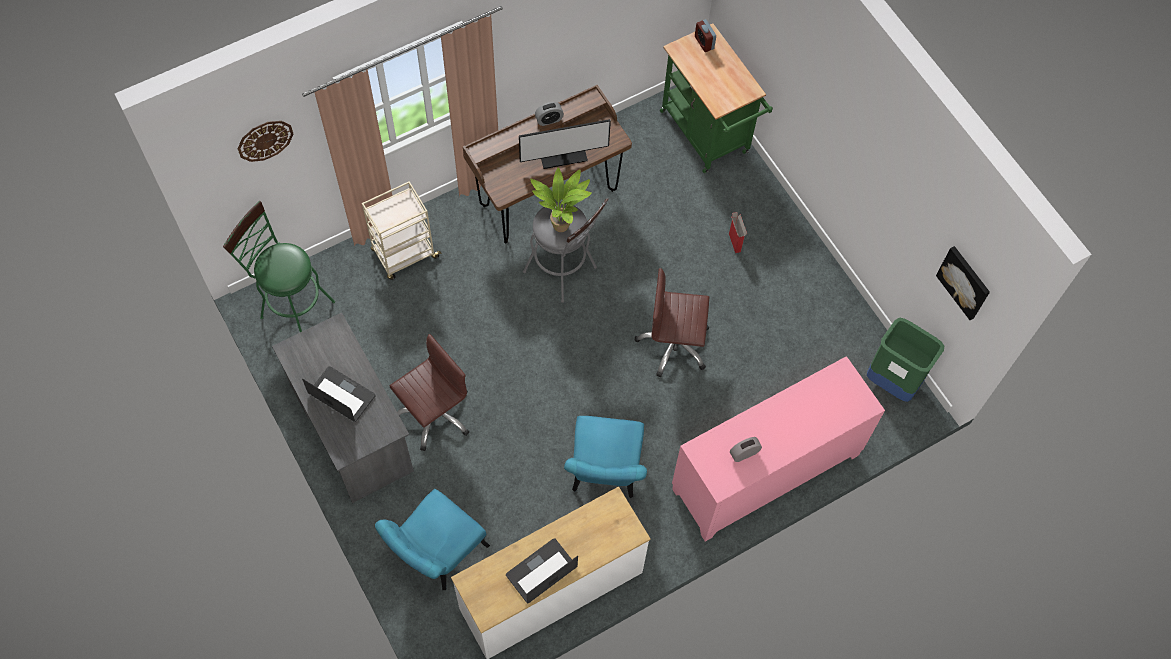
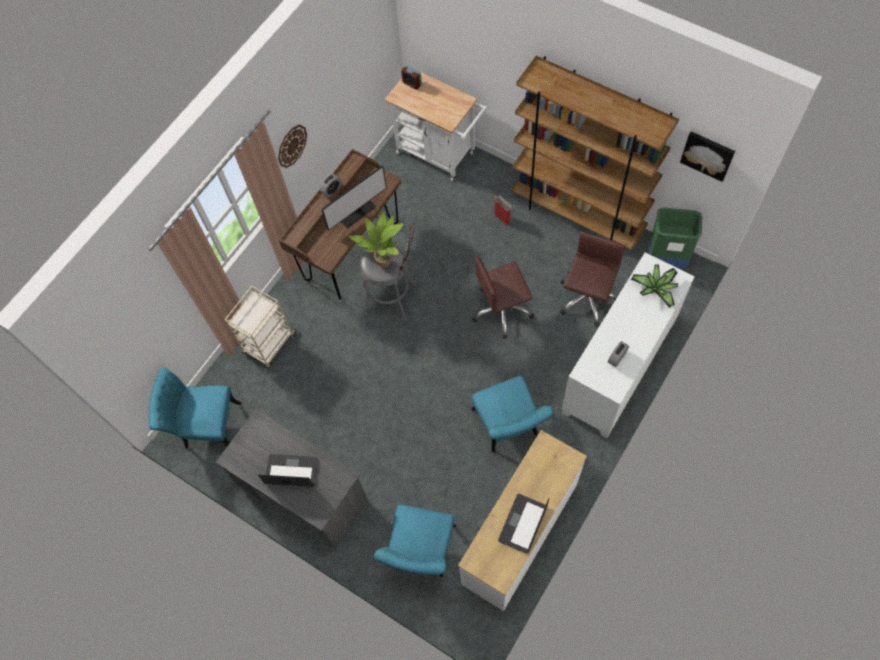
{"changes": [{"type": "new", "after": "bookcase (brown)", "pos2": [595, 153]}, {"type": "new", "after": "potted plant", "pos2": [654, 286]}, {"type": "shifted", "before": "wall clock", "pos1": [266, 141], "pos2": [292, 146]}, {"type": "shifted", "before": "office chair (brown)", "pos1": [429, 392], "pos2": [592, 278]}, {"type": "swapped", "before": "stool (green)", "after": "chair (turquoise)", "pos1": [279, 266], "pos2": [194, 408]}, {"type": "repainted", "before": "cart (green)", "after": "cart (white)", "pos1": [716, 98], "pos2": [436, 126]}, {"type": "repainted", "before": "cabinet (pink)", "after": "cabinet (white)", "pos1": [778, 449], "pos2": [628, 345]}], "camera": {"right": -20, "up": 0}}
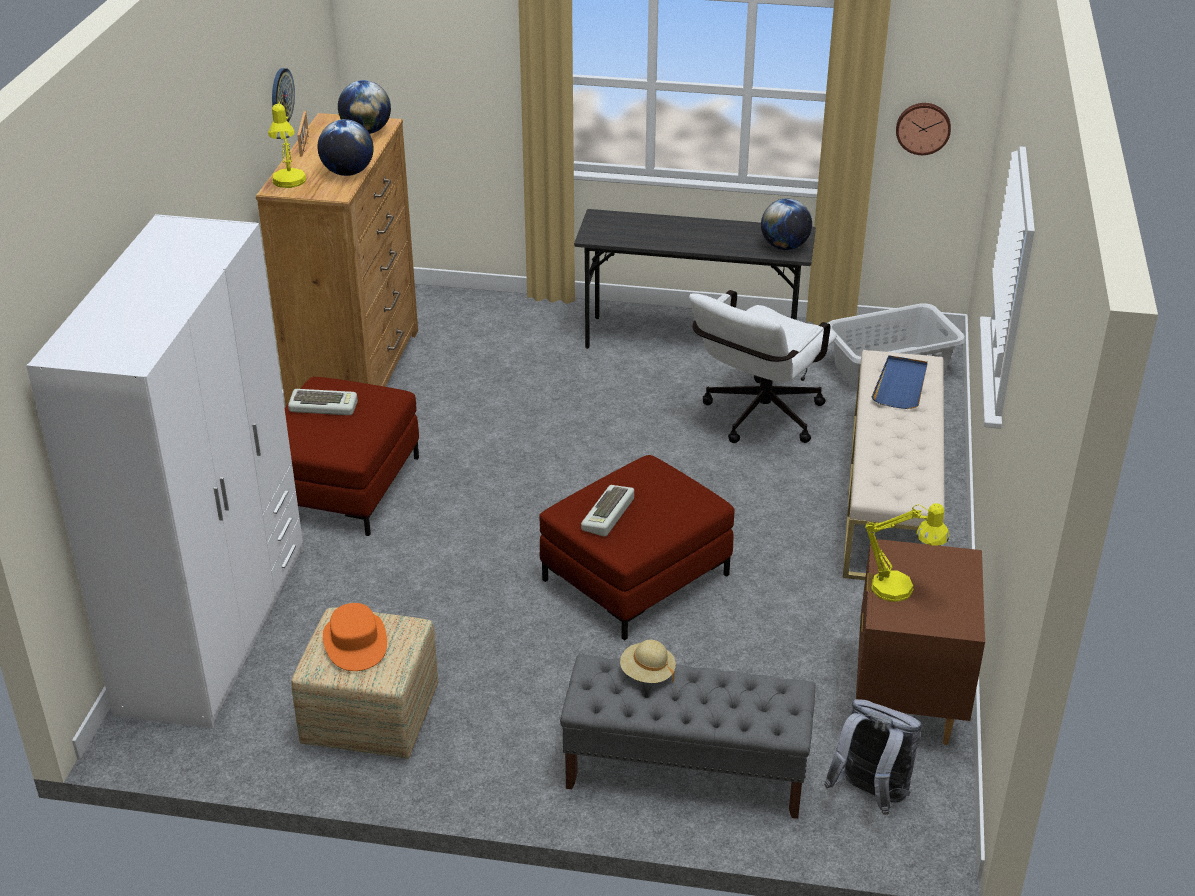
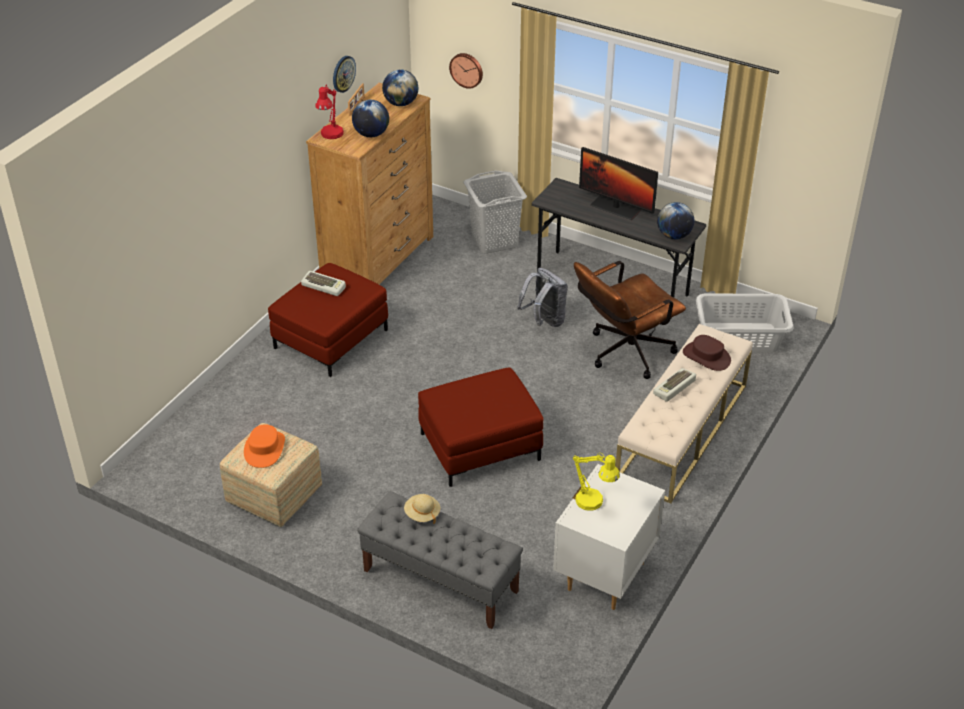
{"changes": [{"type": "gone", "before": "wardrobe (white)", "pos1": [164, 471]}, {"type": "new", "after": "laundry basket (grey)", "pos2": [495, 212]}, {"type": "new", "after": "monitor", "pos2": [618, 183]}, {"type": "shifted", "before": "keyboard", "pos1": [607, 511], "pos2": [674, 385]}, {"type": "shifted", "before": "backpack (grey)", "pos1": [873, 757], "pos2": [542, 297]}, {"type": "shifted", "before": "wall clock", "pos1": [923, 129], "pos2": [466, 71]}, {"type": "swapped", "before": "tray (blue)", "after": "hat (brown)", "pos1": [899, 382], "pos2": [707, 353]}, {"type": "repainted", "before": "table lamp (yellow)", "after": "table lamp (red)", "pos1": [287, 145], "pos2": [329, 112]}, {"type": "repainted", "before": "office chair (white)", "after": "office chair (brown)", "pos1": [763, 366], "pos2": [630, 320]}, {"type": "repainted", "before": "nightstand (brown)", "after": "nightstand (white)", "pos1": [920, 642], "pos2": [609, 537]}], "camera": {"right": 20, "up": 5}}
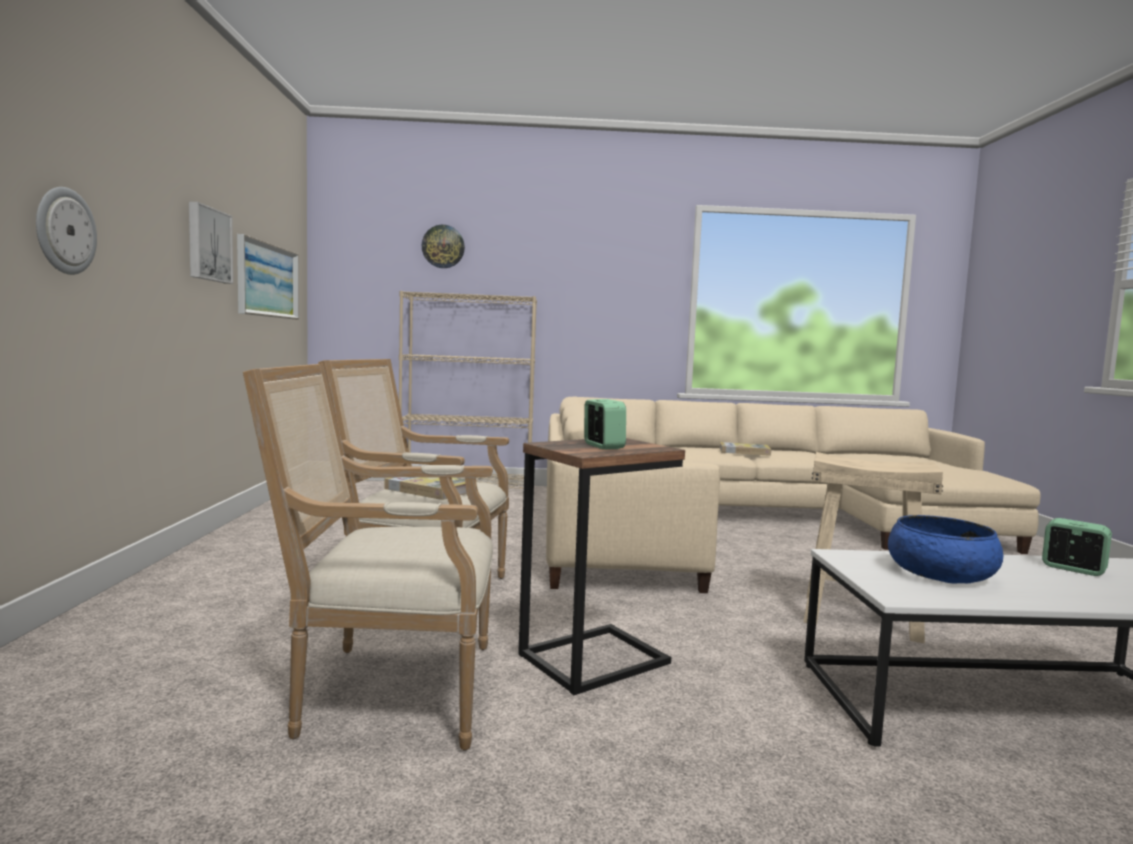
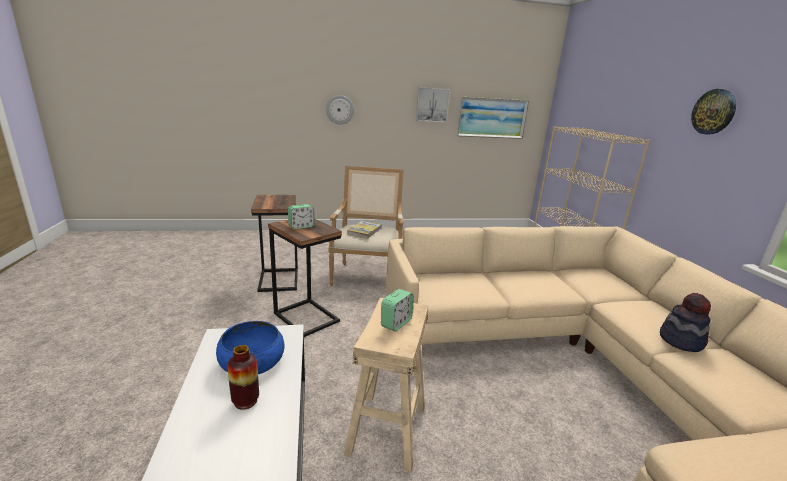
{"changes": [{"type": "new", "after": "vase", "pos2": [243, 377]}, {"type": "shifted", "before": "wall clock", "pos1": [443, 246], "pos2": [713, 112]}, {"type": "shifted", "before": "alarm clock", "pos1": [1077, 547], "pos2": [397, 310]}, {"type": "swapped", "before": "armchair", "after": "side table", "pos1": [368, 557], "pos2": [274, 243]}, {"type": "swapped", "before": "book", "after": "hat", "pos1": [745, 449], "pos2": [685, 322]}], "camera": {"right": 80, "up": 15}}
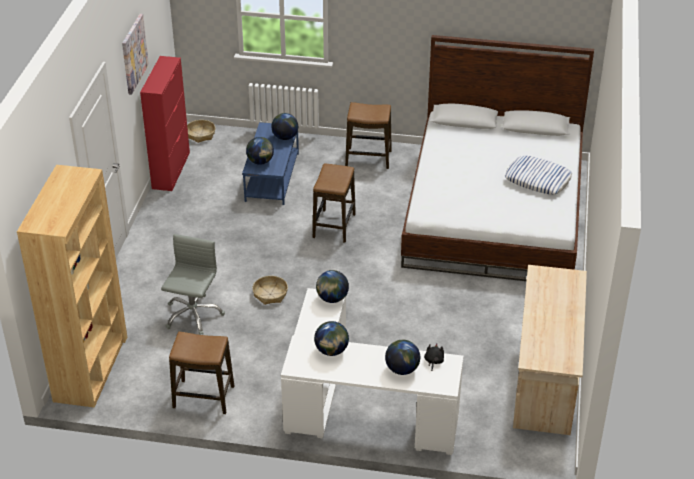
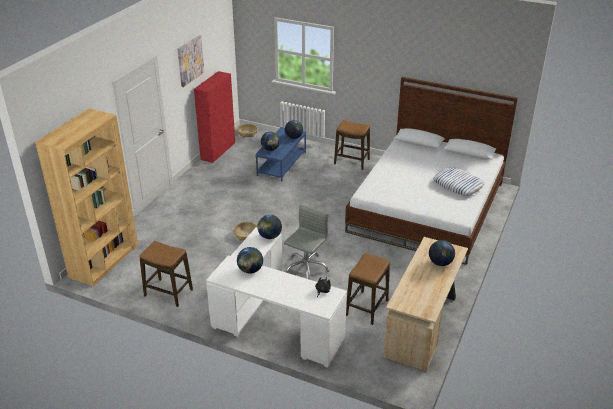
{"changes": [{"type": "shifted", "before": "office chair (grey)", "pos1": [193, 284], "pos2": [307, 242]}, {"type": "shifted", "before": "stool", "pos1": [334, 203], "pos2": [368, 289]}, {"type": "shifted", "before": "globe", "pos1": [402, 357], "pos2": [442, 253]}], "camera": {"right": 15, "up": -5}}
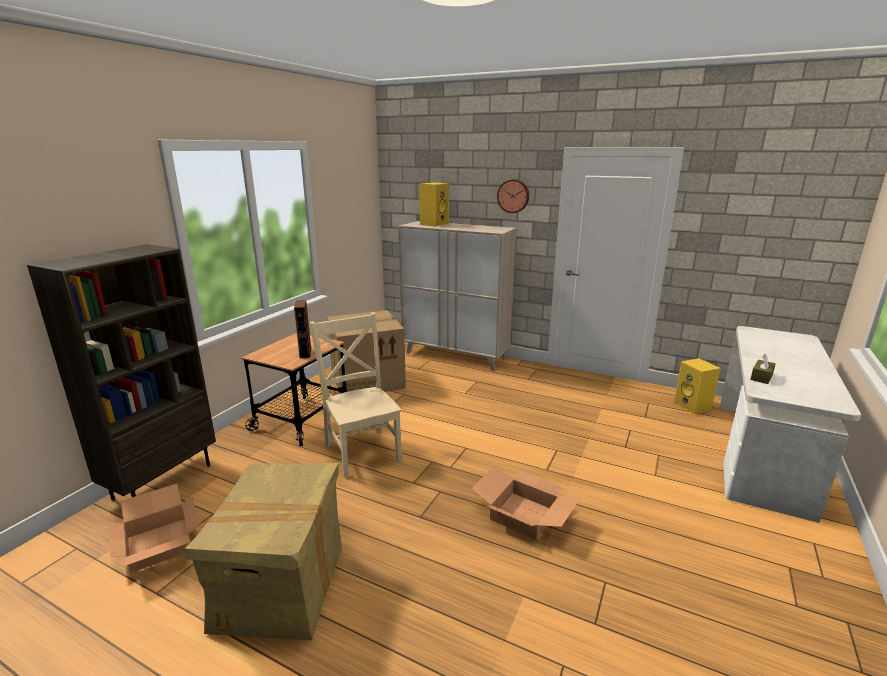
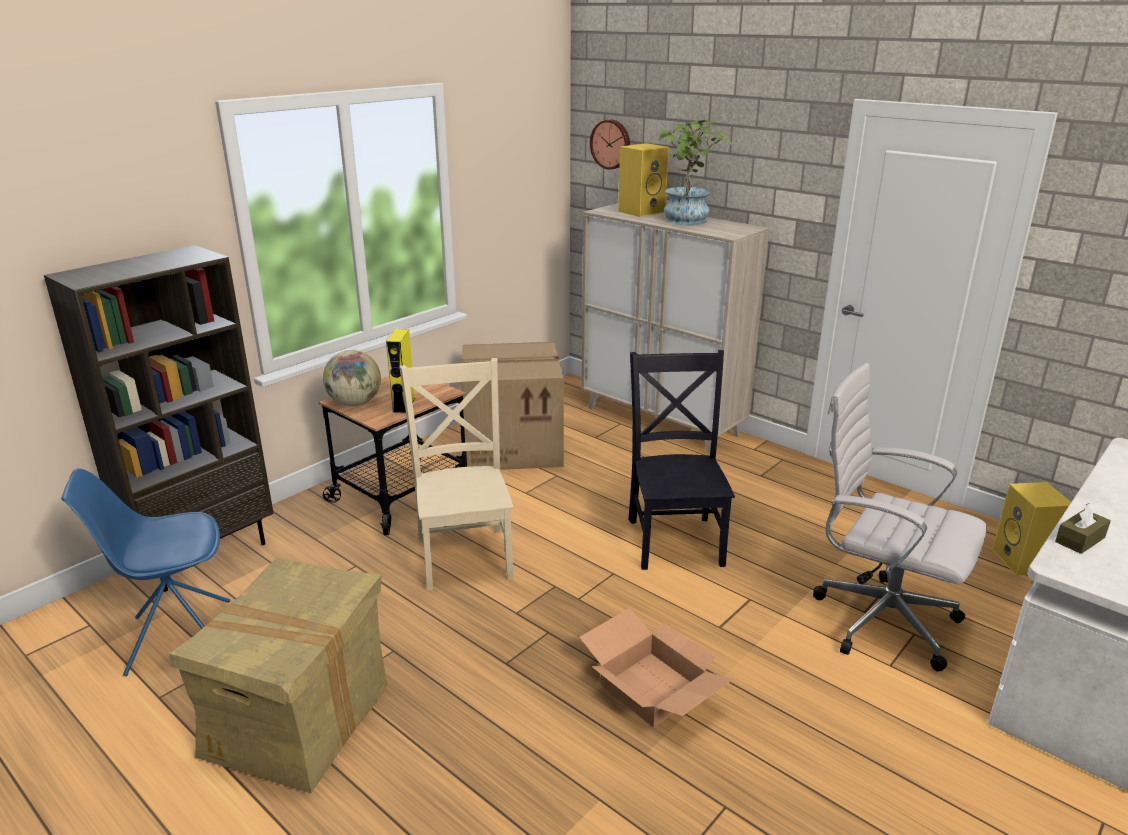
{"changes": [{"type": "new", "after": "globe", "pos2": [352, 378]}, {"type": "new", "after": "chair (black)", "pos2": [682, 460]}, {"type": "new", "after": "potted plant", "pos2": [695, 172]}, {"type": "new", "after": "office chair (white)", "pos2": [900, 517]}, {"type": "shifted", "before": "wall clock", "pos1": [513, 196], "pos2": [610, 144]}, {"type": "swapped", "before": "cardboard box", "after": "chair (blue)", "pos1": [154, 528], "pos2": [145, 572]}, {"type": "repainted", "before": "speaker (brown)", "after": "speaker (yellow)", "pos1": [302, 329], "pos2": [400, 371]}], "camera": {"right": 15, "up": 5}}
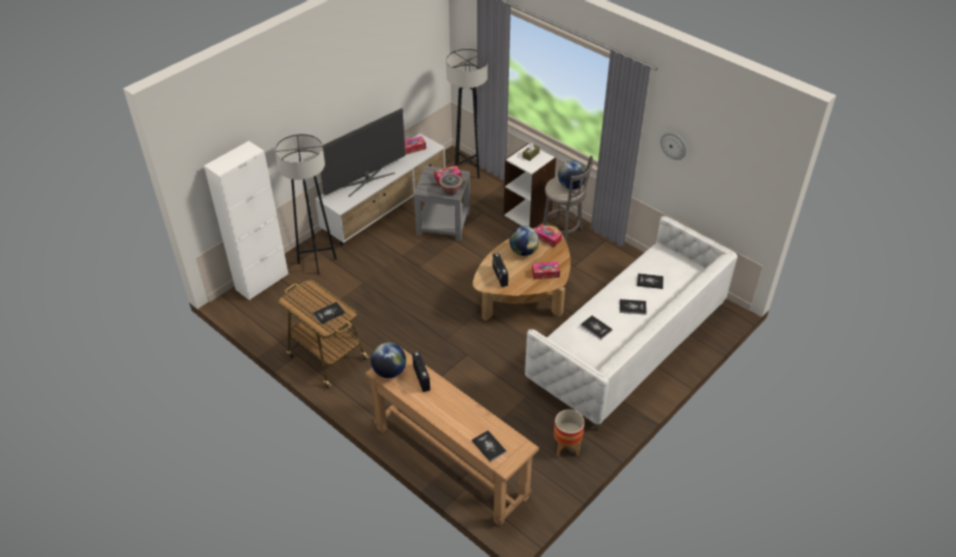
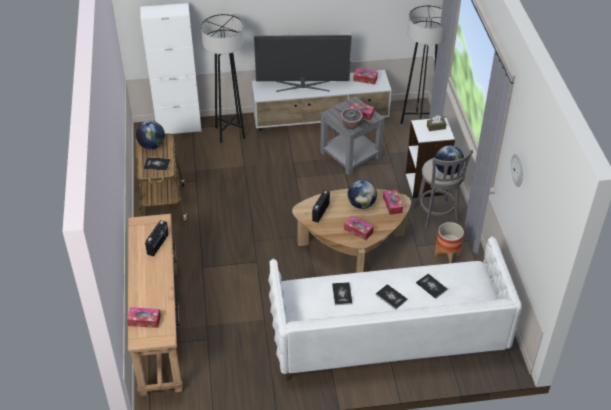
{"changes": [{"type": "shifted", "before": "globe", "pos1": [388, 360], "pos2": [150, 135]}, {"type": "shifted", "before": "planter", "pos1": [569, 432], "pos2": [449, 242]}, {"type": "swapped", "before": "book", "after": "tissue box", "pos1": [489, 446], "pos2": [144, 317]}], "camera": {"right": 40, "up": 0}}
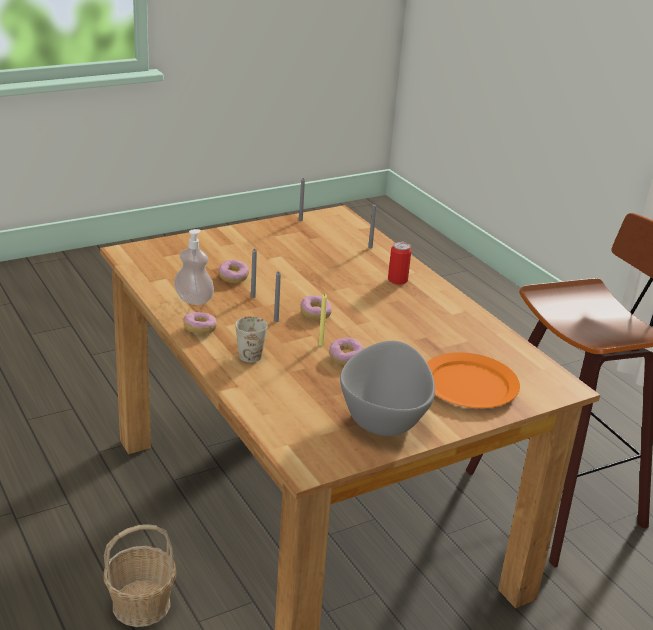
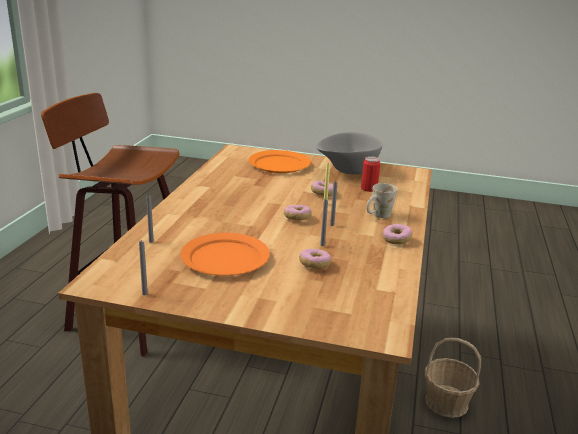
{"changes": [{"type": "gone", "before": "soap dispenser", "pos1": [194, 267]}, {"type": "new", "after": "plate (orange)", "pos2": [225, 254]}, {"type": "shifted", "before": "can", "pos1": [399, 263], "pos2": [370, 174]}], "camera": {"right": -135, "up": -5}}
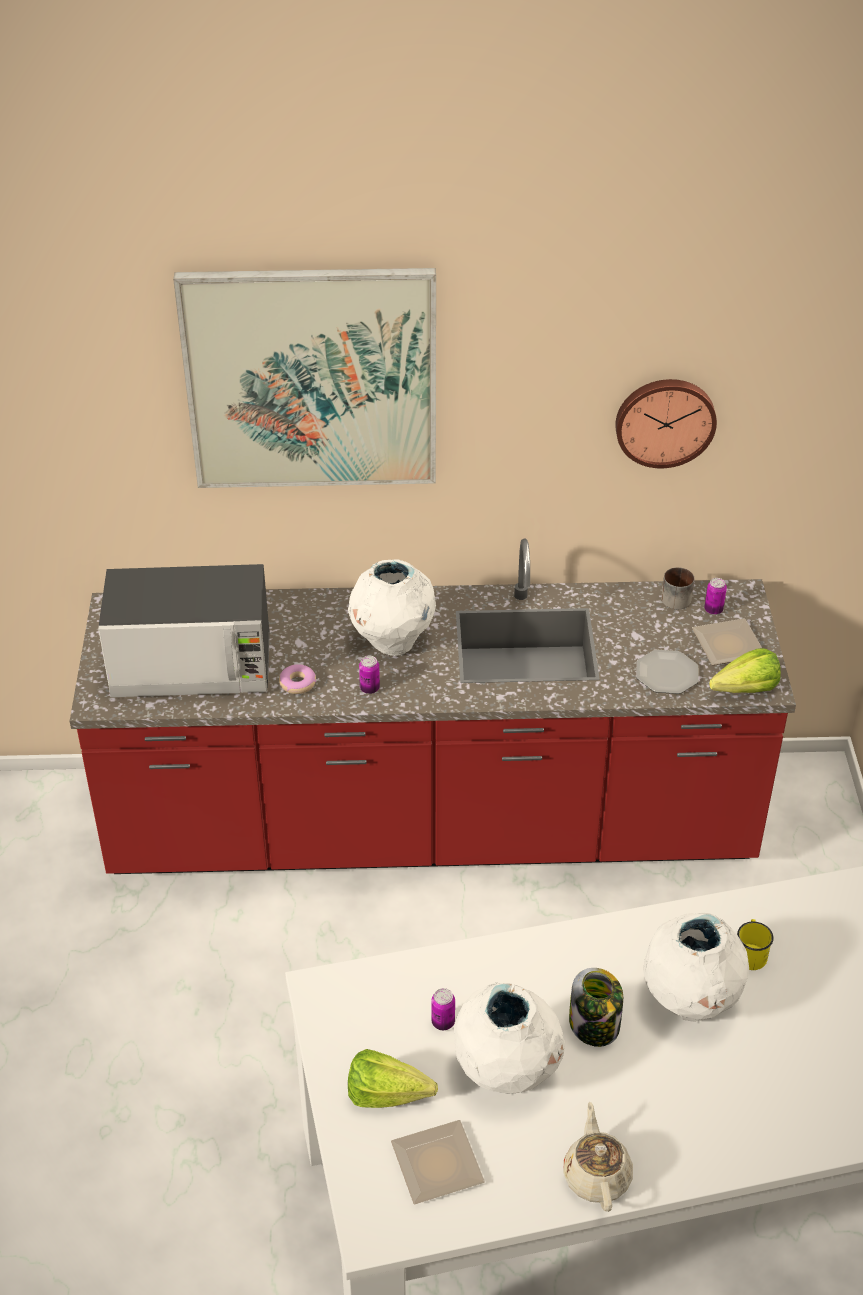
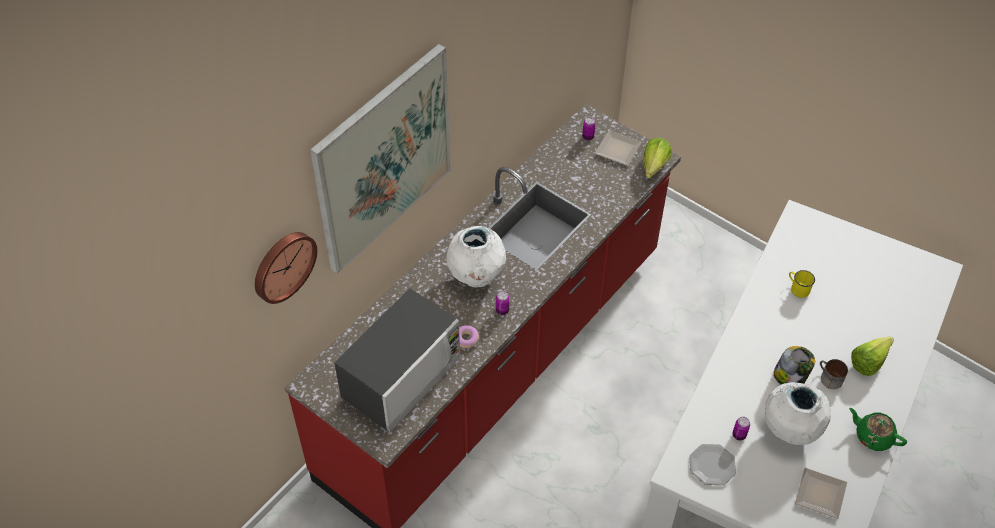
{"changes": [{"type": "gone", "before": "vase (white)", "pos1": [696, 967]}, {"type": "shifted", "before": "lettuce", "pos1": [393, 1078], "pos2": [872, 356]}, {"type": "shifted", "before": "wall clock", "pos1": [666, 423], "pos2": [286, 268]}, {"type": "shifted", "before": "plate", "pos1": [667, 671], "pos2": [712, 464]}, {"type": "shifted", "before": "mug", "pos1": [677, 588], "pos2": [834, 374]}, {"type": "repainted", "before": "teapot (beige)", "after": "teapot (green)", "pos1": [598, 1157], "pos2": [878, 429]}], "camera": {"right": -50, "up": 10}}
